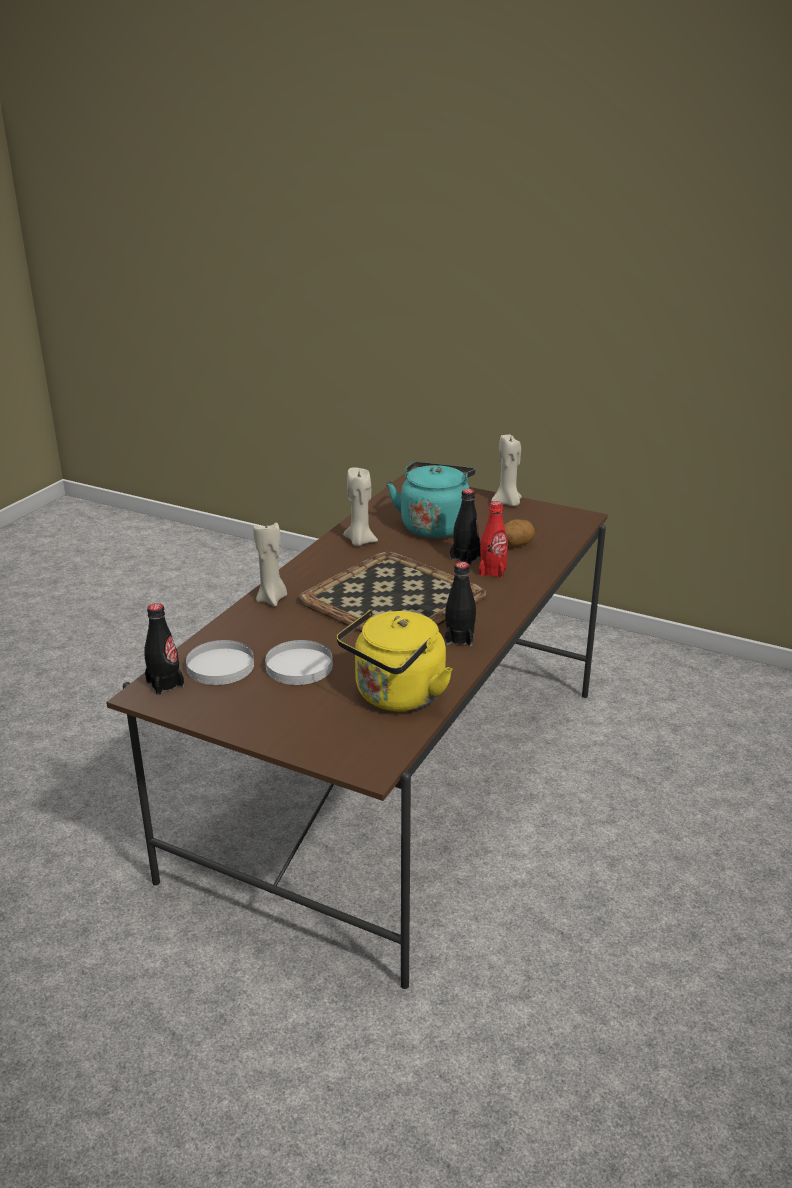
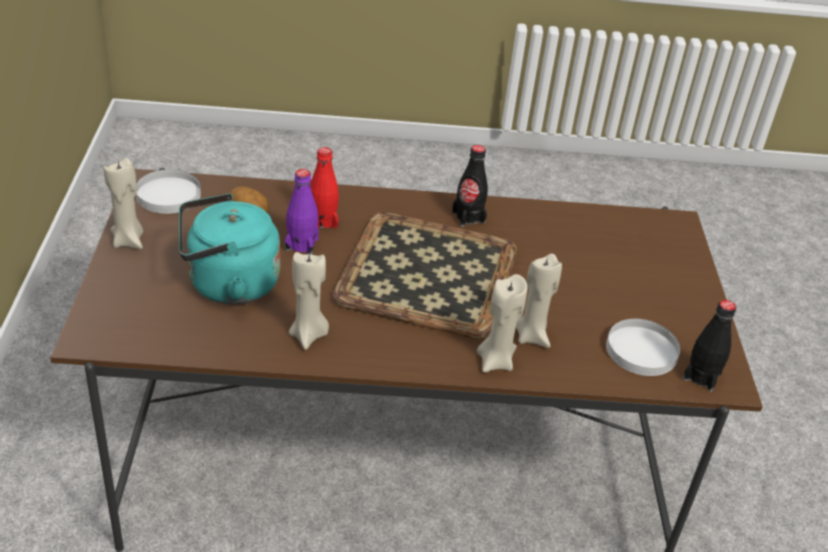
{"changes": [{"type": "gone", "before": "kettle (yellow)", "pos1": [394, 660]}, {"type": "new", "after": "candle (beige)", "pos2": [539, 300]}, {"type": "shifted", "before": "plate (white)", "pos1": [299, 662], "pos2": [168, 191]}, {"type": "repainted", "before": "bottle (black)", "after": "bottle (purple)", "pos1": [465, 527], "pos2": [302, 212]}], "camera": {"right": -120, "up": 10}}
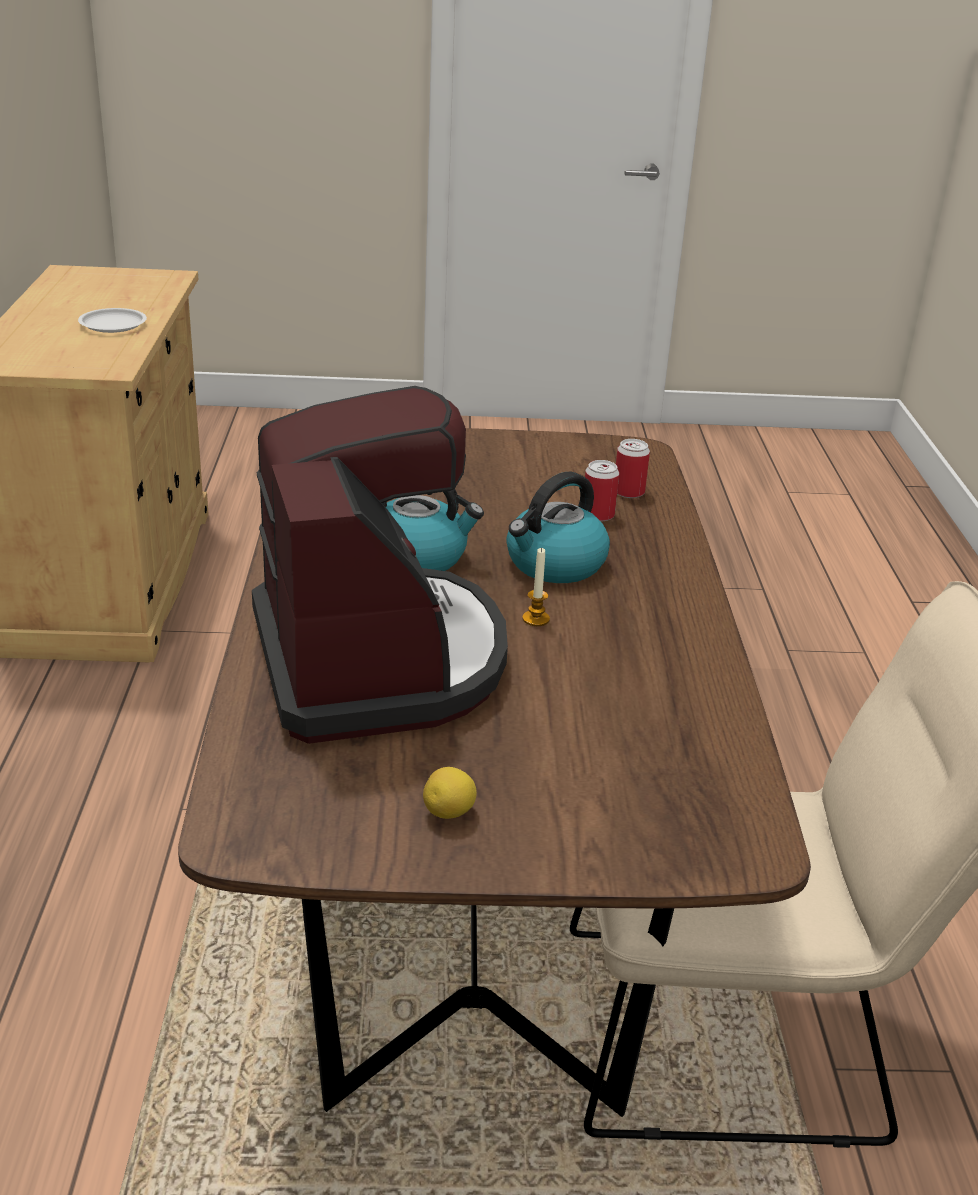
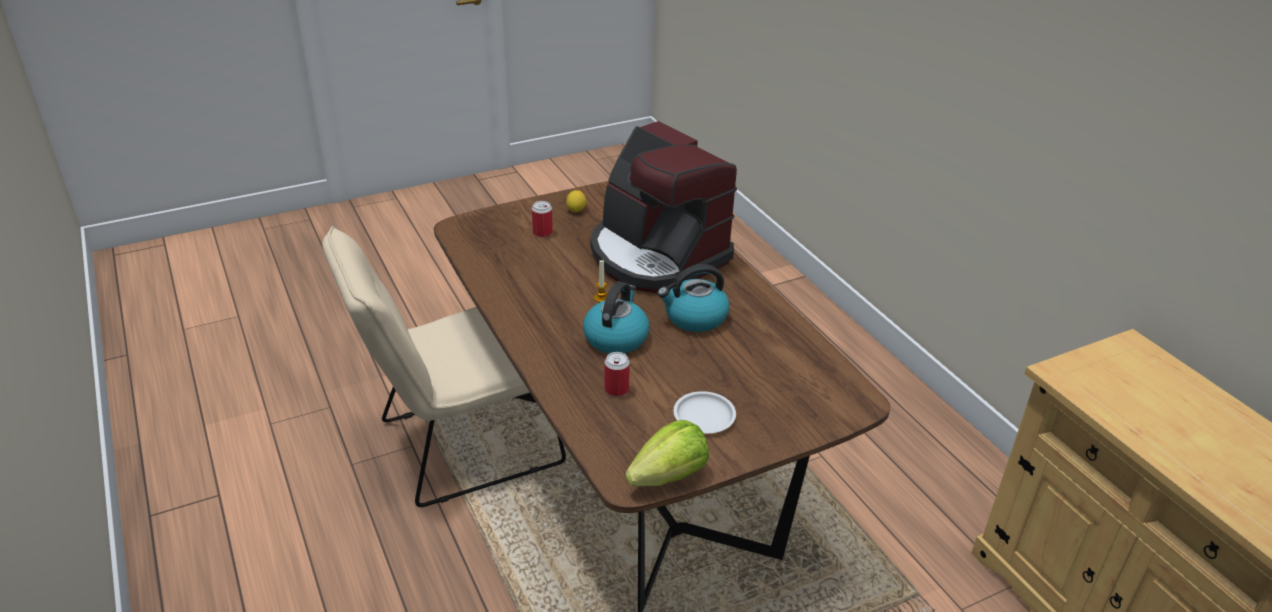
{"changes": [{"type": "new", "after": "lettuce", "pos2": [667, 453]}, {"type": "shifted", "before": "plate (white)", "pos1": [112, 320], "pos2": [704, 412]}, {"type": "shifted", "before": "can", "pos1": [633, 468], "pos2": [542, 219]}], "camera": {"right": 155, "up": 5}}
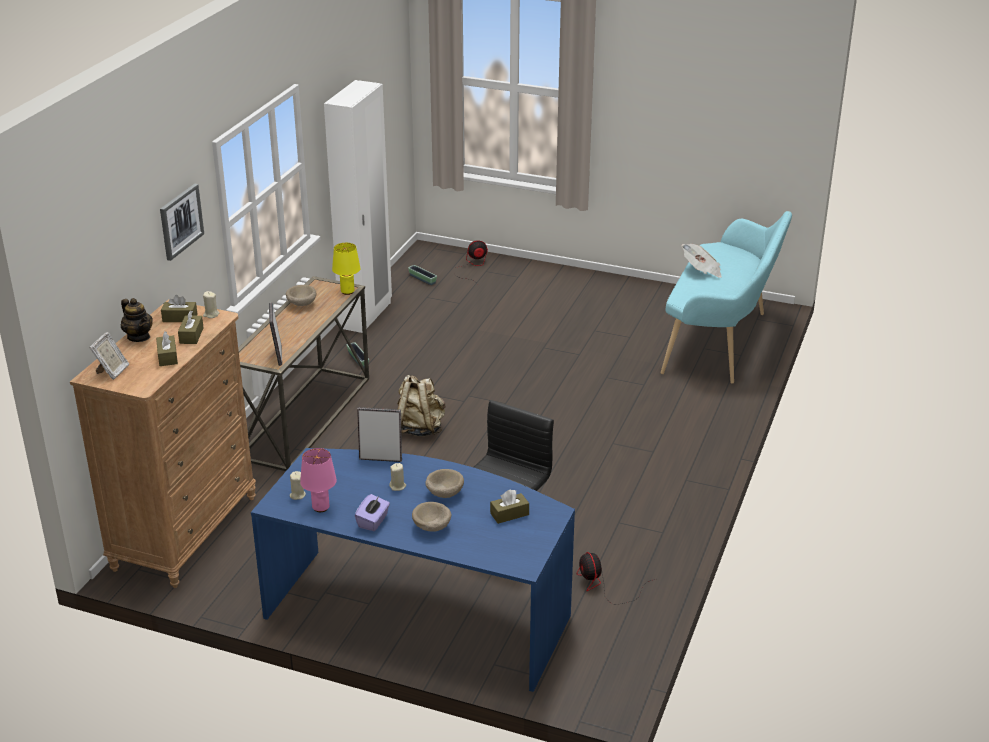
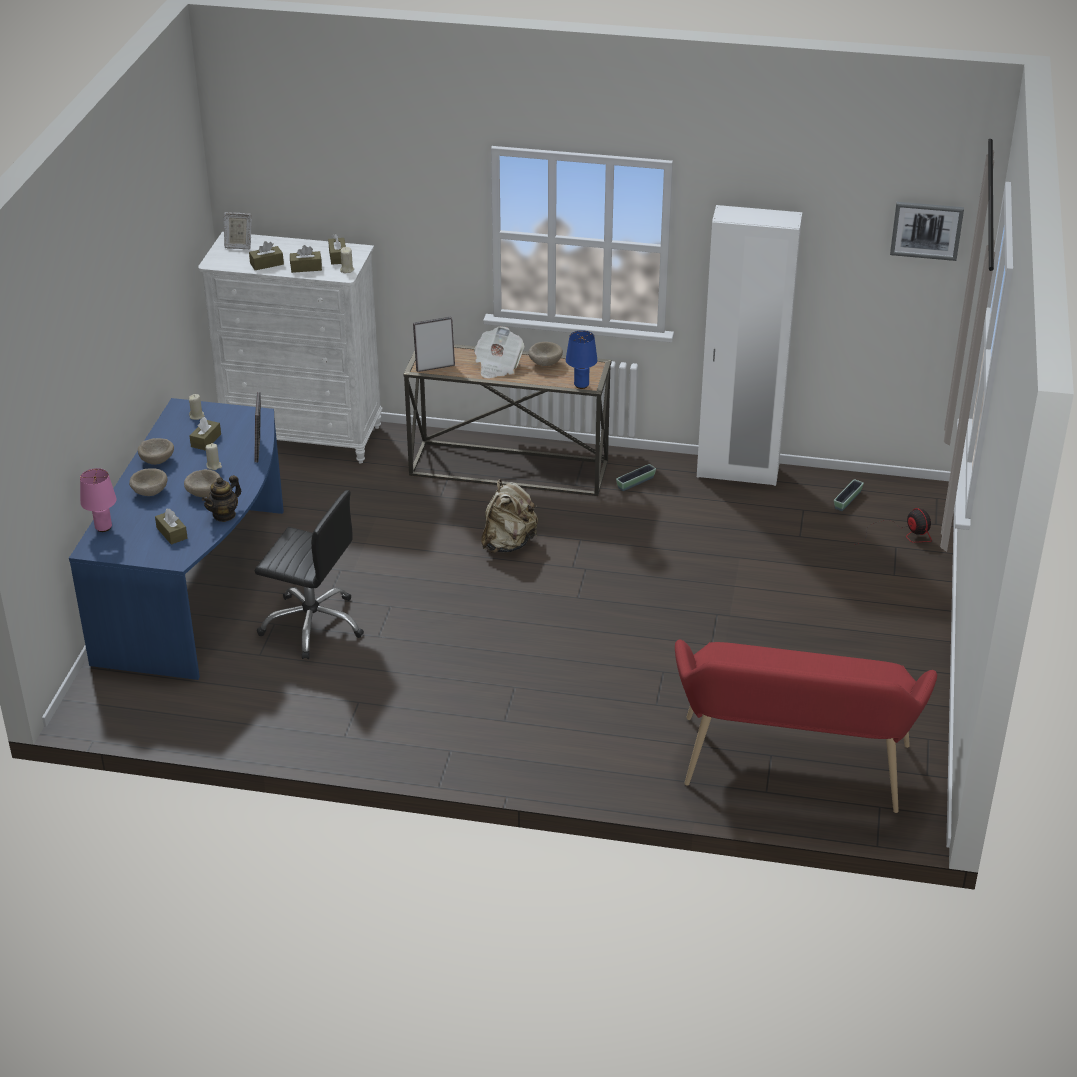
{"changes": [{"type": "gone", "before": "fan", "pos1": [616, 578]}, {"type": "new", "after": "tissue box (brown)", "pos2": [205, 434]}, {"type": "shifted", "before": "teapot", "pos1": [137, 320], "pos2": [221, 498]}, {"type": "shifted", "before": "picture", "pos1": [182, 222], "pos2": [927, 231]}, {"type": "shifted", "before": "table lamp (pink)", "pos1": [318, 480], "pos2": [98, 500]}, {"type": "shifted", "before": "newspaper", "pos1": [701, 261], "pos2": [499, 352]}, {"type": "swapped", "before": "tissue box (purple)", "after": "bowl (beige)", "pos1": [372, 512], "pos2": [156, 451]}, {"type": "repainted", "before": "dresser (brown)", "after": "dresser (white)", "pos1": [163, 443], "pos2": [290, 347]}, {"type": "repainted", "before": "table lamp (yellow)", "after": "table lamp (blue)", "pos1": [346, 269], "pos2": [581, 359]}, {"type": "repainted", "before": "bench (turquoise)", "after": "bench (red)", "pos1": [726, 297], "pos2": [806, 726]}], "camera": {"right": 80, "up": 5}}
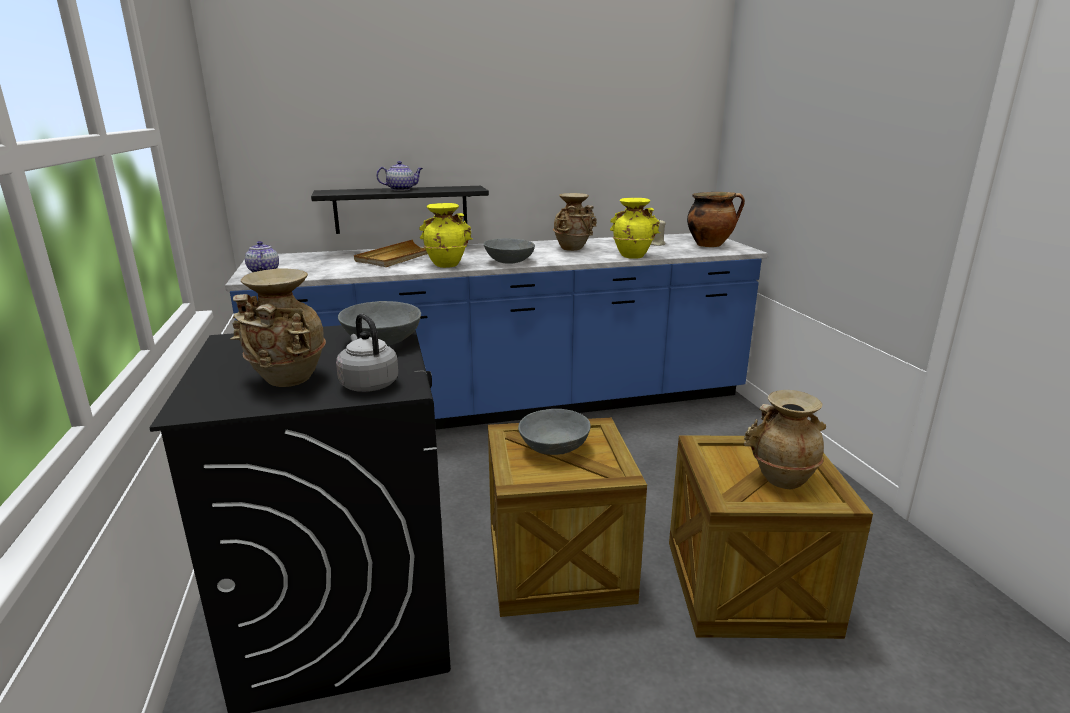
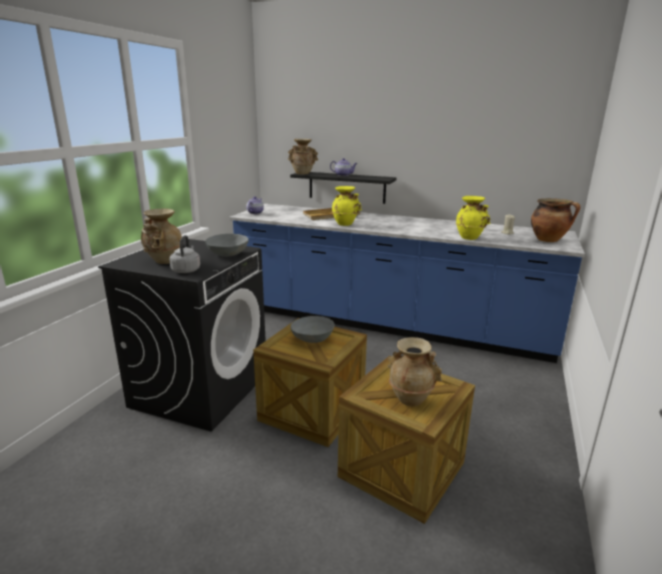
{"changes": [{"type": "gone", "before": "bowl (grey)", "pos1": [509, 250]}, {"type": "shifted", "before": "vase (beige)", "pos1": [575, 222], "pos2": [303, 156]}], "camera": {"right": 35, "up": 0}}
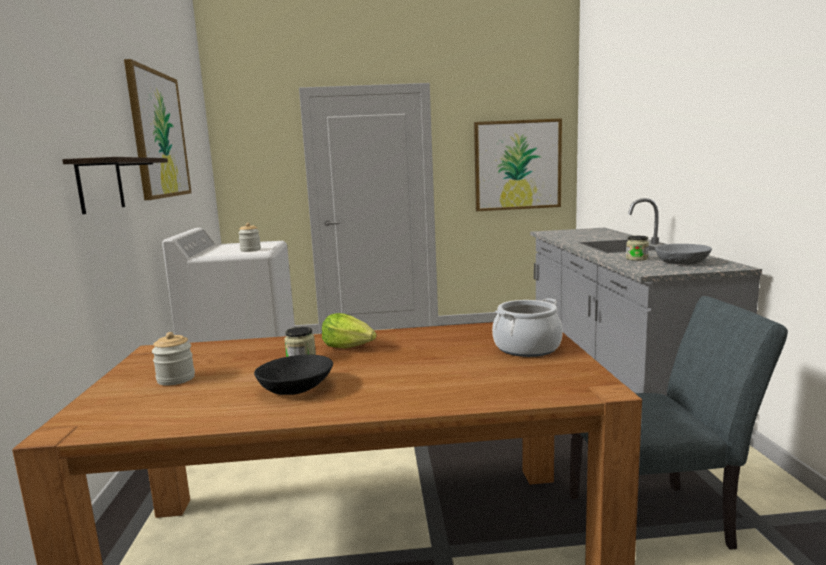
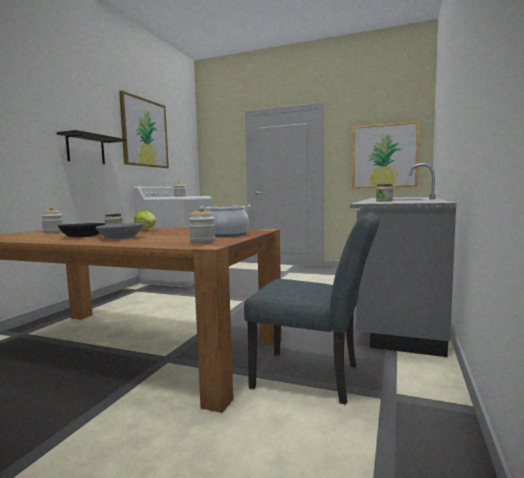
{"changes": [{"type": "new", "after": "jar", "pos2": [202, 225]}, {"type": "shifted", "before": "bowl (grey)", "pos1": [683, 254], "pos2": [120, 231]}], "camera": {"right": 25, "up": -5}}
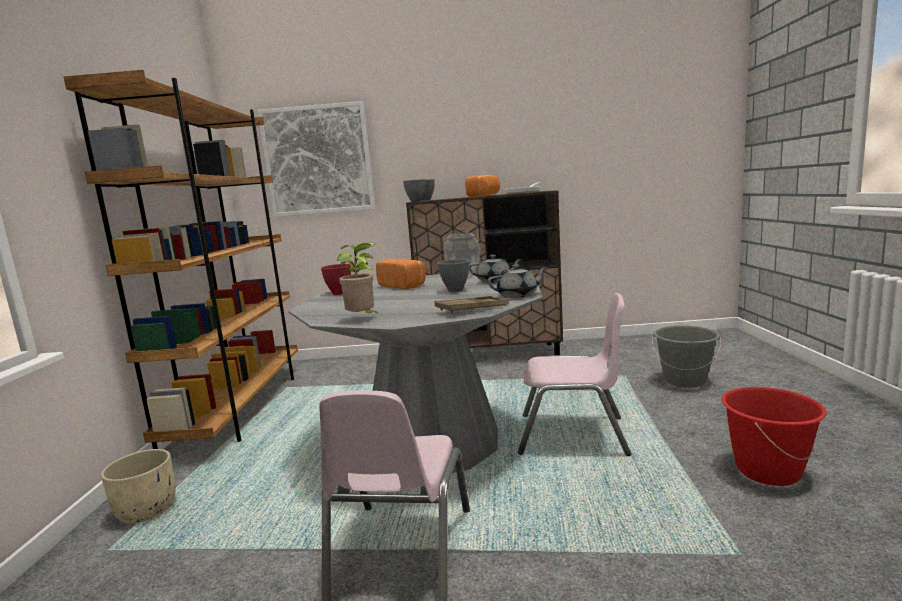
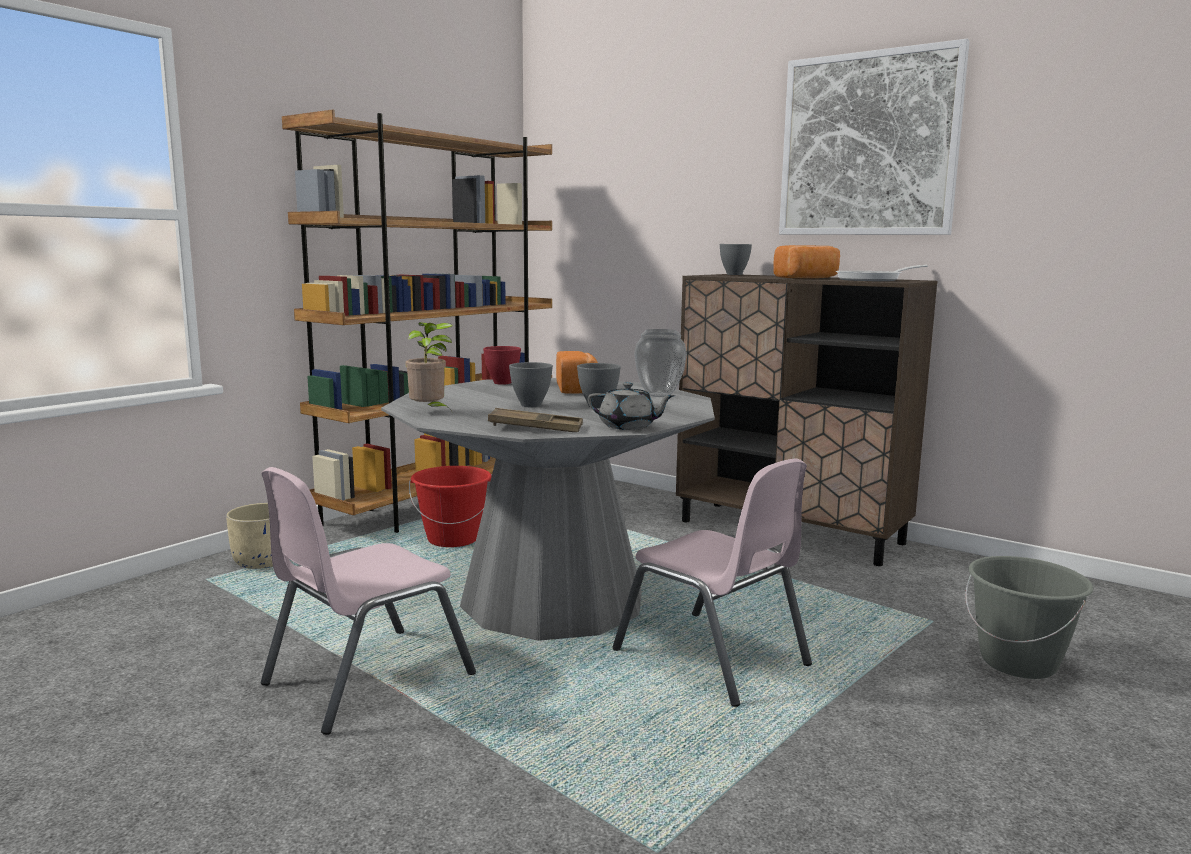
{"changes": [{"type": "gone", "before": "teapot (grey)", "pos1": [496, 269]}, {"type": "shifted", "before": "picture", "pos1": [316, 159], "pos2": [874, 137]}, {"type": "shifted", "before": "bowl (grey)", "pos1": [414, 190], "pos2": [531, 384]}, {"type": "shifted", "before": "bucket (red)", "pos1": [774, 436], "pos2": [450, 506]}], "camera": {"right": 35, "up": 0}}
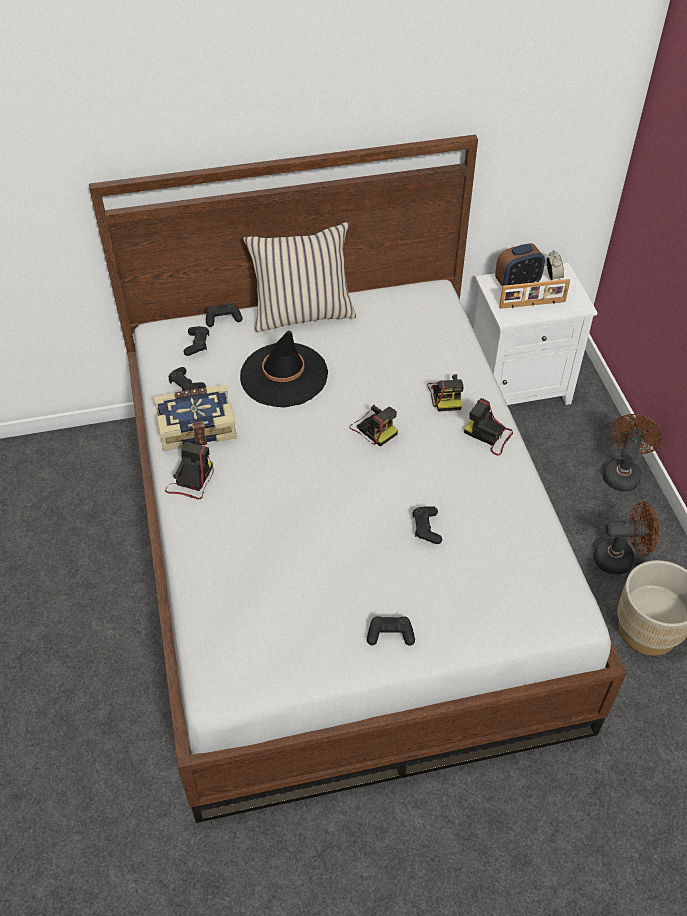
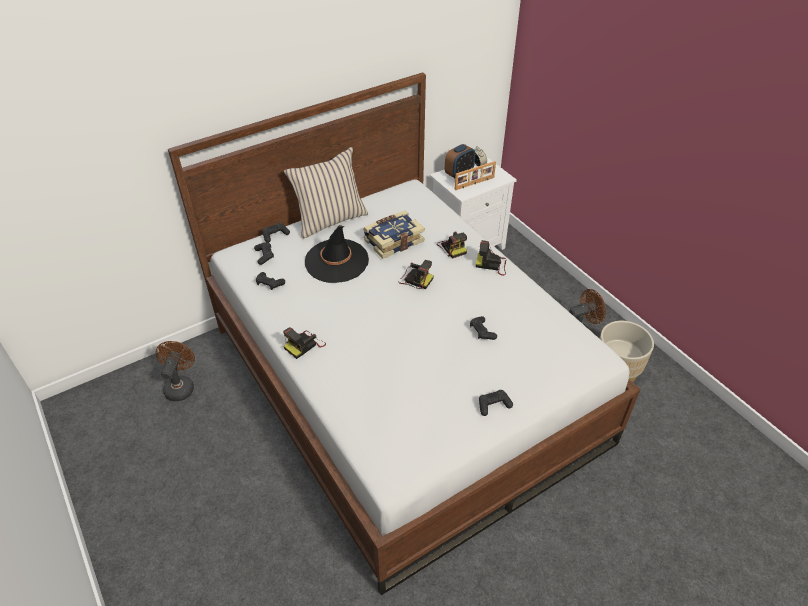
{"changes": [{"type": "shifted", "before": "book", "pos1": [195, 418], "pos2": [394, 234]}, {"type": "shifted", "before": "fan (brown)", "pos1": [632, 453], "pos2": [175, 371]}, {"type": "rotated", "before": "photo camera", "pos1": [189, 470], "pos2": [304, 343], "turn": -135}], "camera": {"right": -20, "up": -5}}
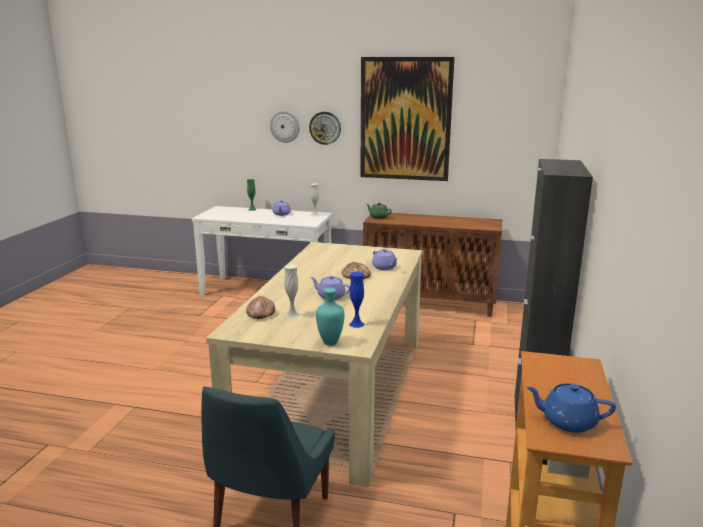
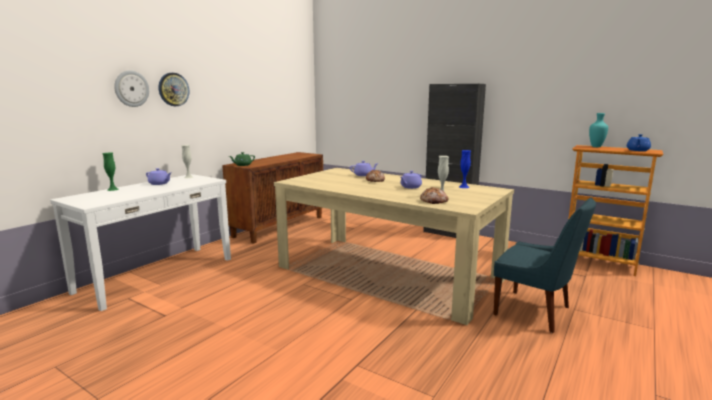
{"changes": [{"type": "gone", "before": "picture", "pos1": [407, 119]}, {"type": "shifted", "before": "vase (turquoise)", "pos1": [330, 317], "pos2": [598, 130]}], "camera": {"right": -70, "up": -5}}
